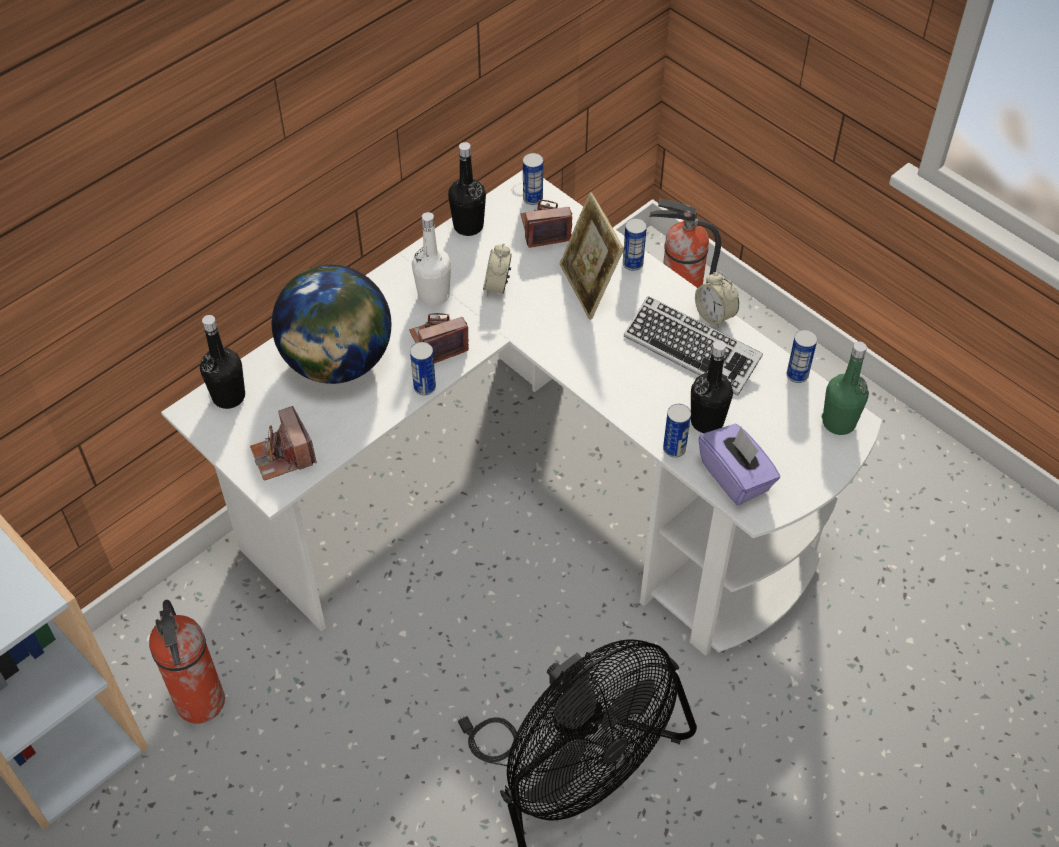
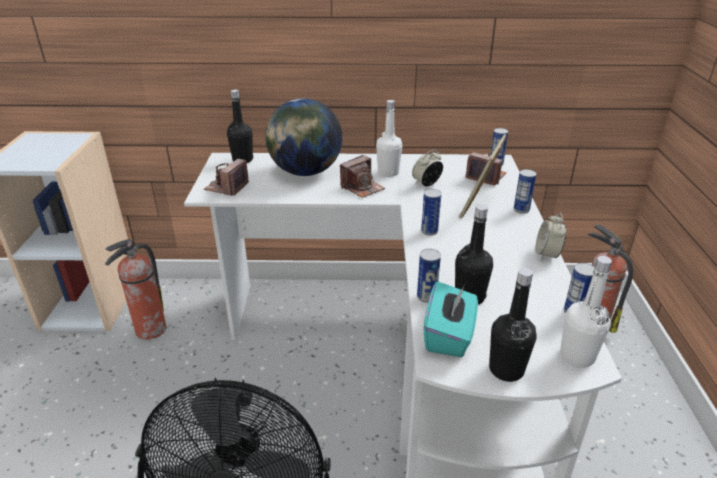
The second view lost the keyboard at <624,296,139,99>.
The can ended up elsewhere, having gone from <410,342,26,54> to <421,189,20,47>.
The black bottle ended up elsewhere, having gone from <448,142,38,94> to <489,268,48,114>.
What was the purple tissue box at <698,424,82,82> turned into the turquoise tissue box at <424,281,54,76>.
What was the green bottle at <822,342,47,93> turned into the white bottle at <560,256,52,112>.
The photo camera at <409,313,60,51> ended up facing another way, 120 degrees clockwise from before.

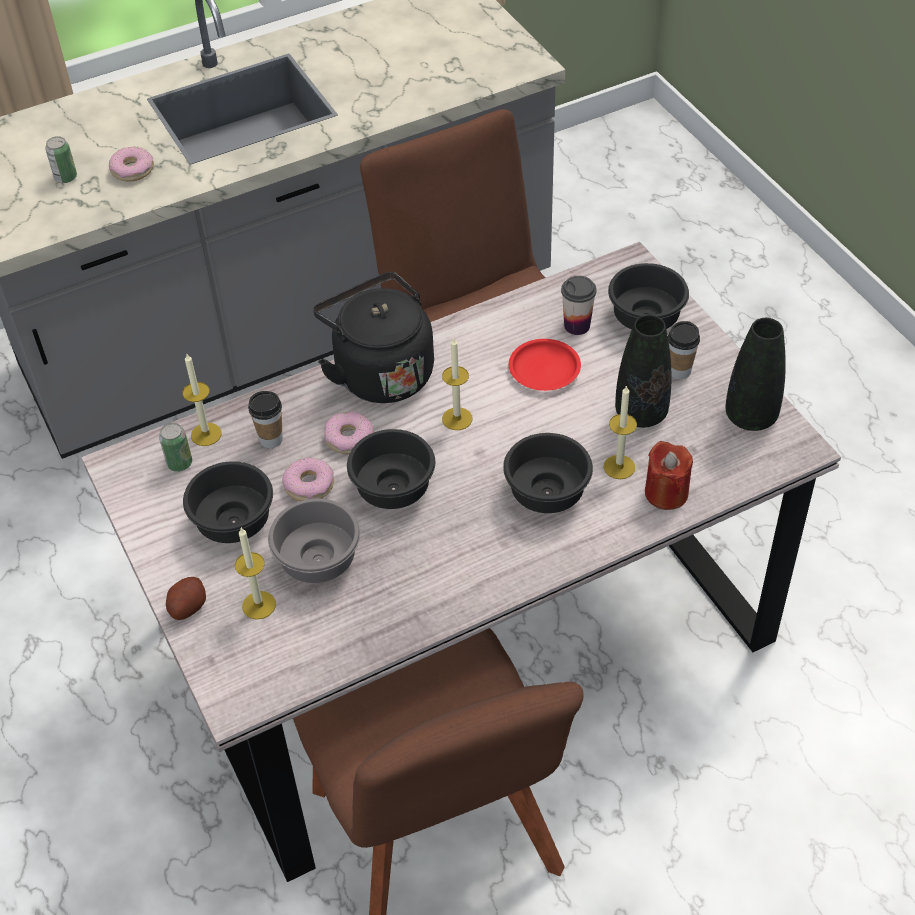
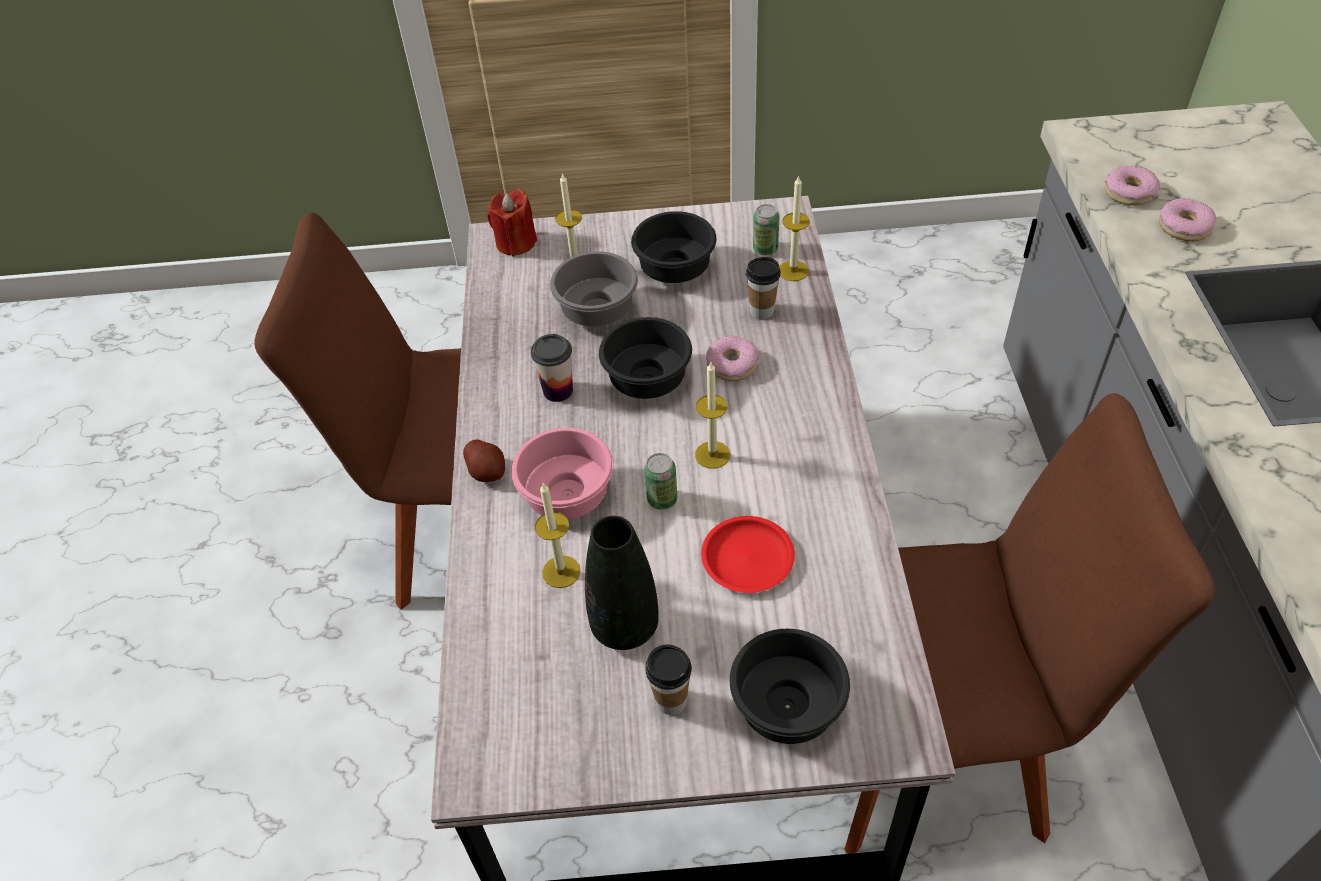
The second view lost the black kettle at <313,272,121,131>.
The second view lost the black vase at <725,318,61,113>.
The can ended up elsewhere, having gone from <45,136,32,47> to <644,453,33,57>.
The potato ended up elsewhere, having gone from <166,577,40,43> to <463,439,42,43>.
The donut ended up elsewhere, having gone from <282,457,52,44> to <1105,166,55,40>.
The cup ended up elsewhere, having gone from <561,276,36,59> to <531,334,42,68>.
The red candle ended up elsewhere, having gone from <645,441,48,69> to <487,189,50,68>.
What was the black bowl at <503,433,90,80> turned into the pink bowl at <511,428,102,91>.

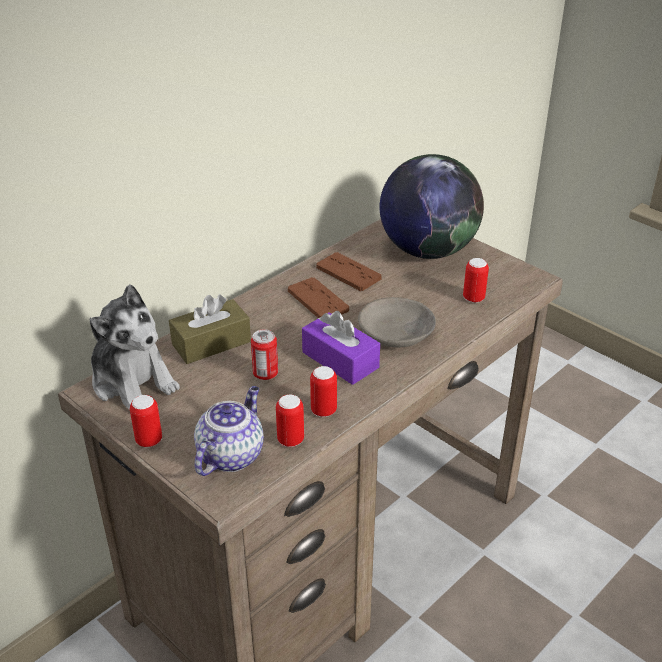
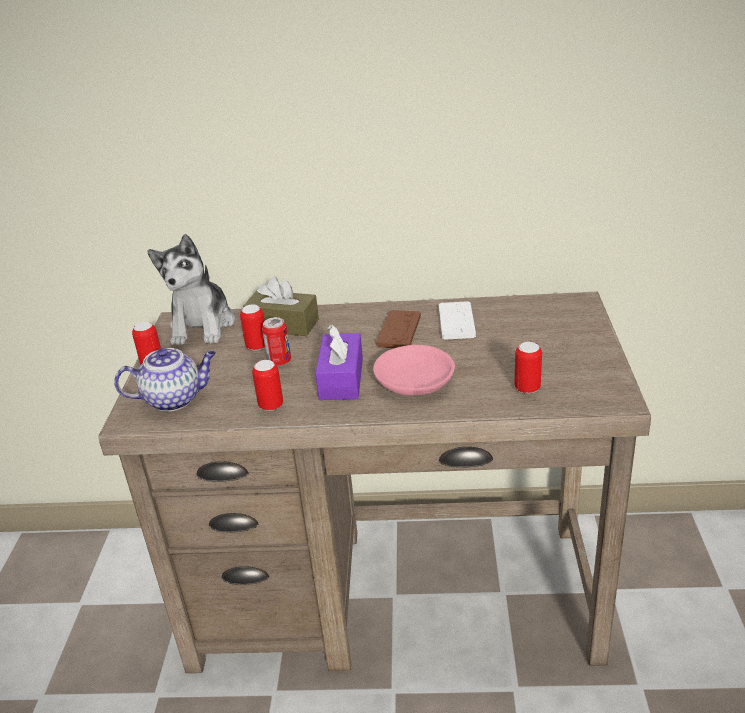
The second view lost the globe at <380,154,104,105>.
The can ended up elsewhere, having gone from <276,394,28,53> to <240,305,25,46>.
What was the brown game controller at <317,252,64,39> turned into the white game controller at <439,301,37,39>.
What was the grey bowl at <358,297,78,50> turned into the pink bowl at <373,345,82,50>.

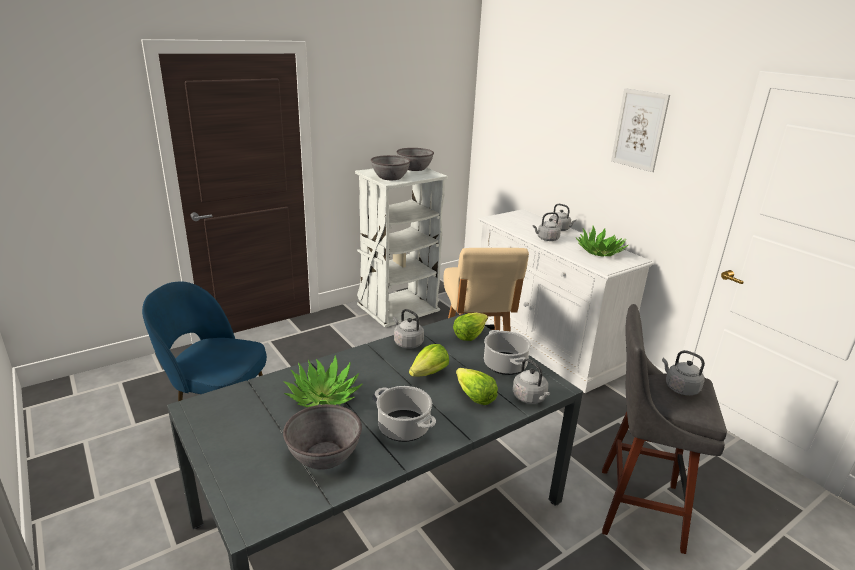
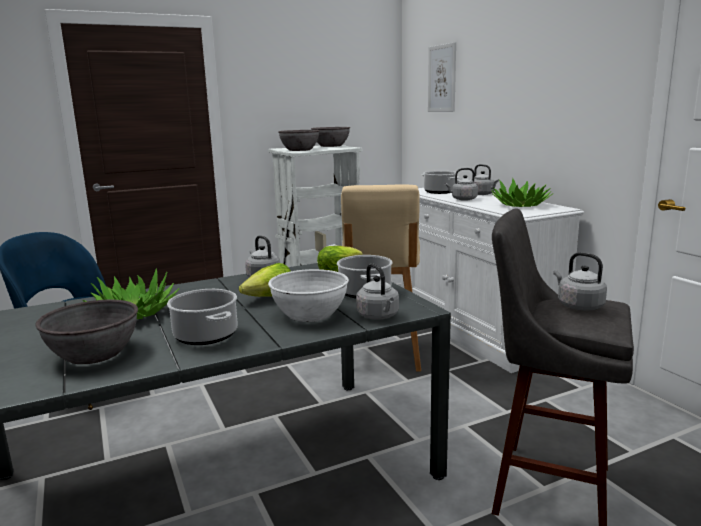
The second view gained the cooking pot at <422,171,38,23>.
The picture ended up elsewhere, having gone from <611,88,59,84> to <428,42,28,70>.
Where the lettuce stood at <456,368,42,37>, the white bowl came to stand at <268,269,81,53>.

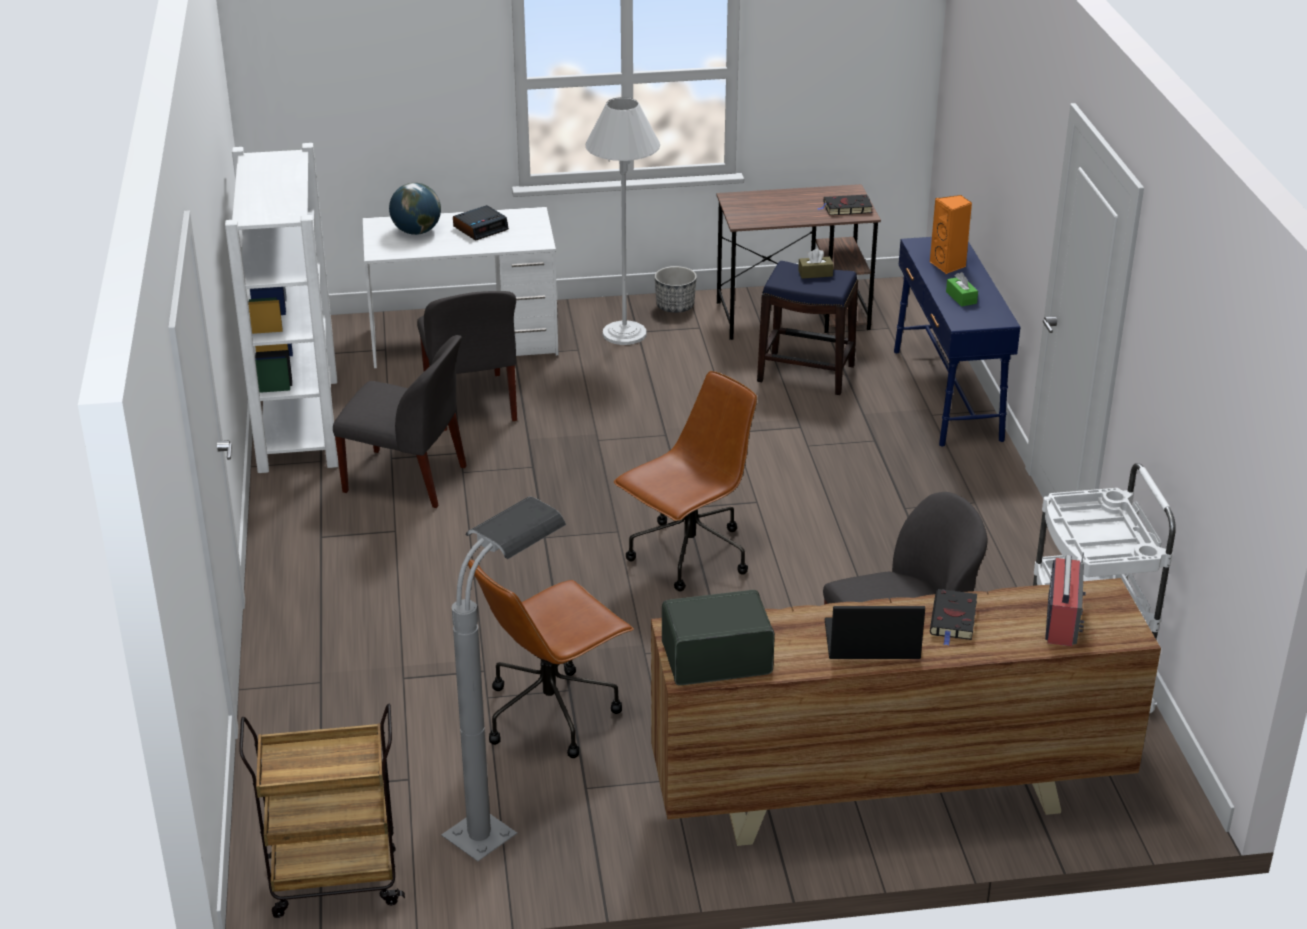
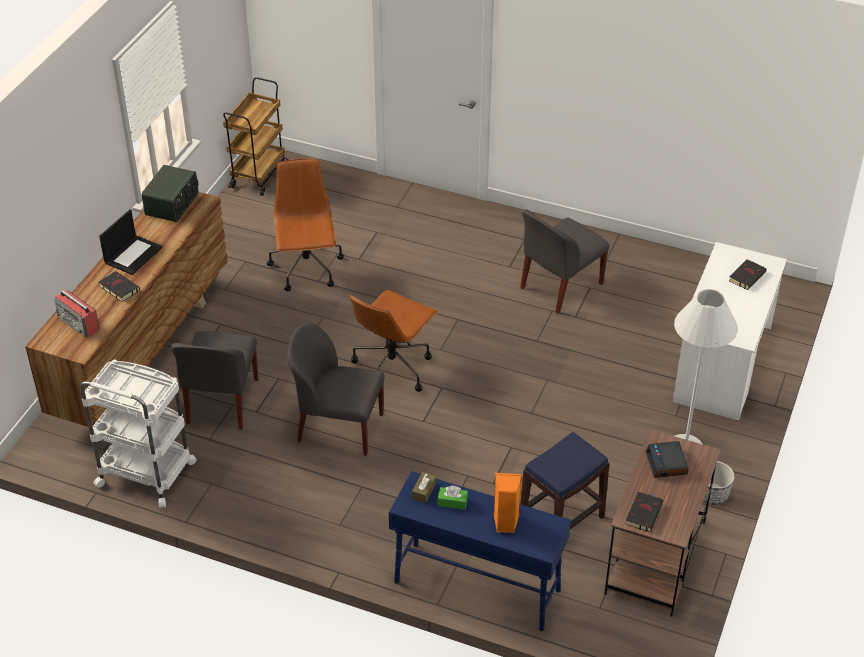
The second view lost the white bookcase at <225,143,113,330>.
The second view lost the grey floor lamp at <441,496,125,365>.
The grey chair ended up elsewhere, having gone from <417,291,100,140> to <287,323,98,133>.
The alarm clock ended up elsewhere, having gone from <453,205,56,36> to <646,441,43,37>.
The brown tissue box ended up elsewhere, having gone from <798,249,36,30> to <412,472,24,31>.
Where the globe stood at <389,183,52,52>, the black book came to stand at <729,259,38,31>.
The brown office chair at <614,371,143,220> ended up facing another way, 45 degrees clockwise from before.

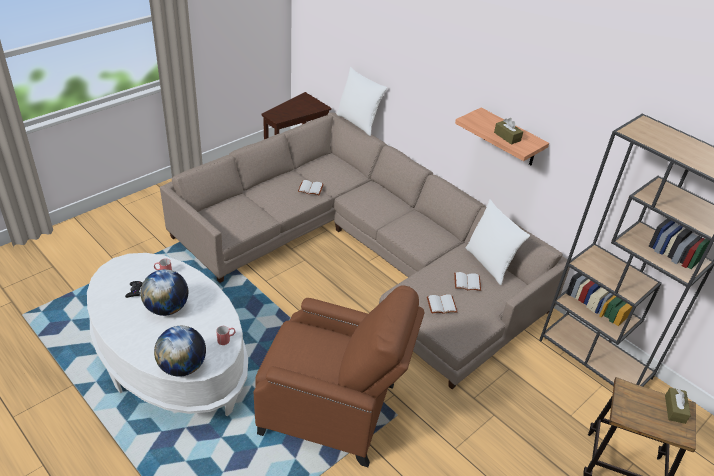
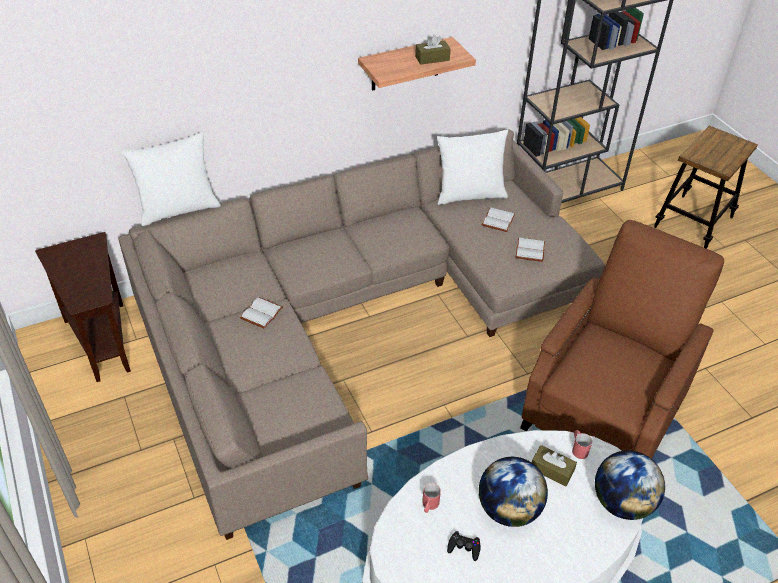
The brown tissue box ended up elsewhere, having gone from <665,388,26,36> to <532,445,45,41>.

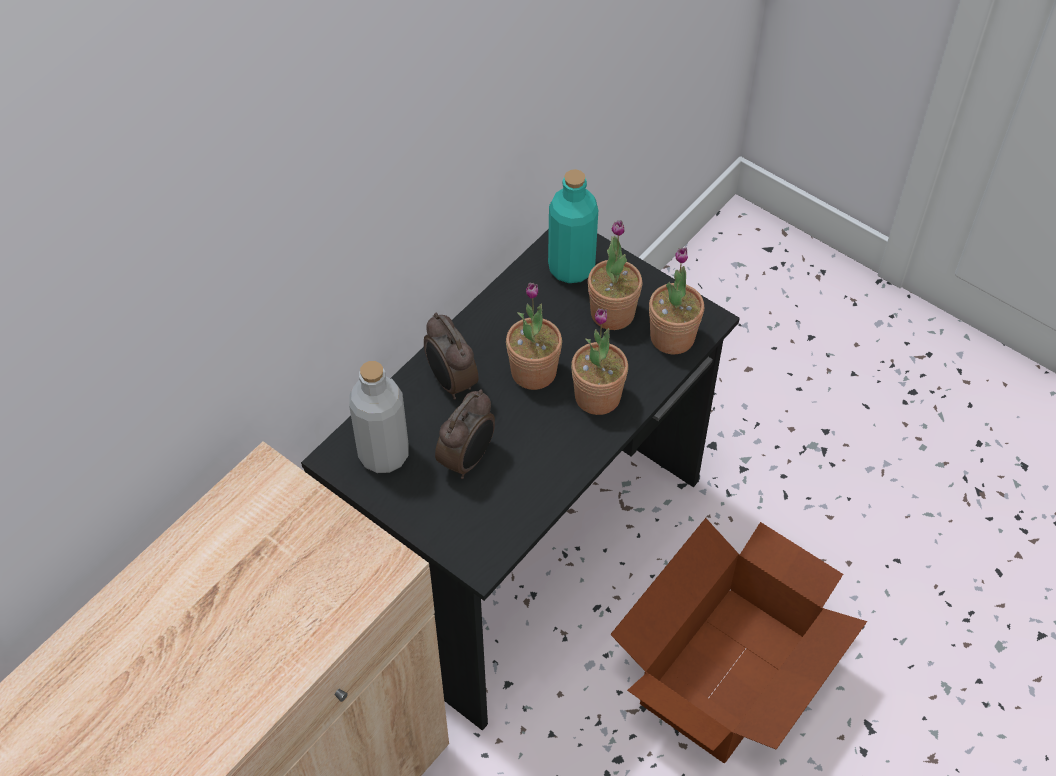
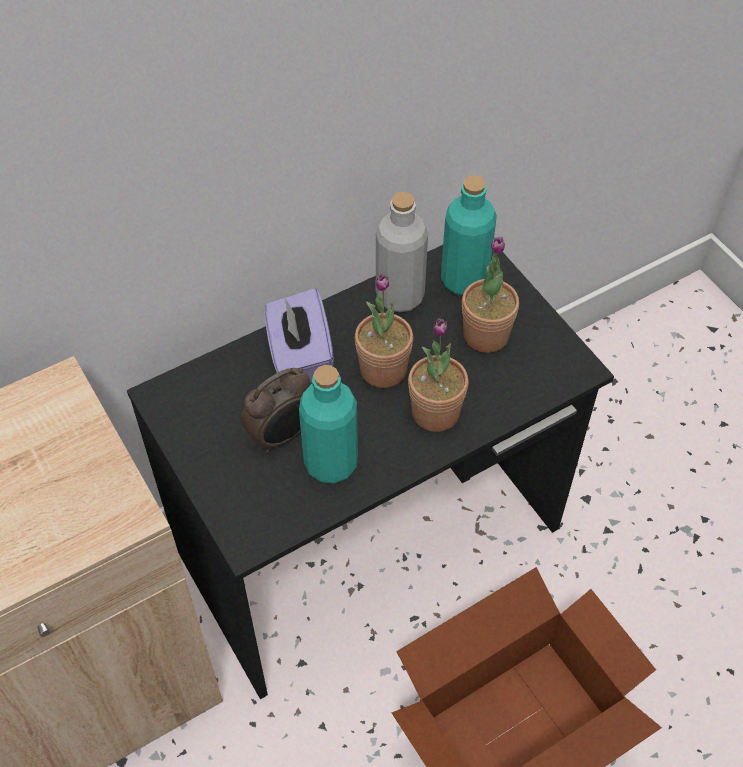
The second view lost the potted plant at <649,247,55,107>.
The second view gained the turquoise bottle at <299,365,59,119>.
The grey bottle ended up elsewhere, having gone from <349,361,60,112> to <376,192,52,120>.
Where the alarm clock stood at <424,313,54,87>, the purple tissue box came to stand at <265,288,69,95>.

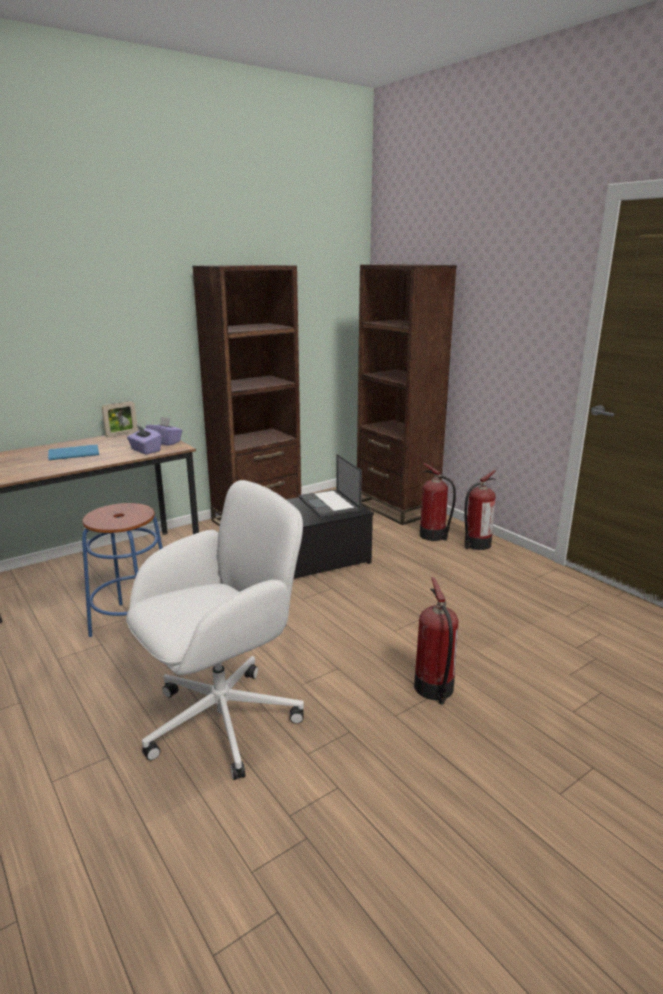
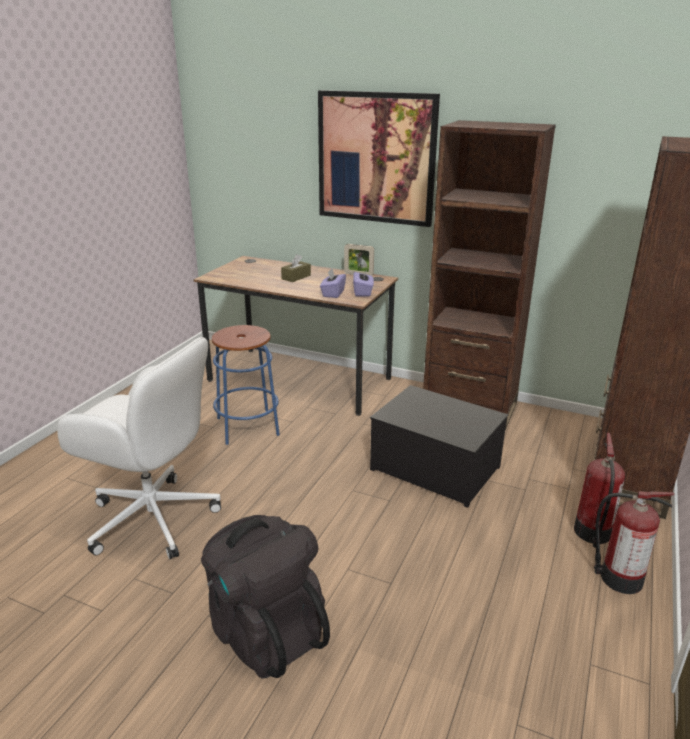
The second view lost the laptop at <299,454,63,63>.
The second view gained the picture at <318,90,122,137>.
Where the blue book stood at <48,444,51,16>, the brown tissue box came to stand at <281,254,30,28>.
Where the fire extinguisher stood at <414,577,45,127>, the black backpack came to stand at <201,515,129,164>.

